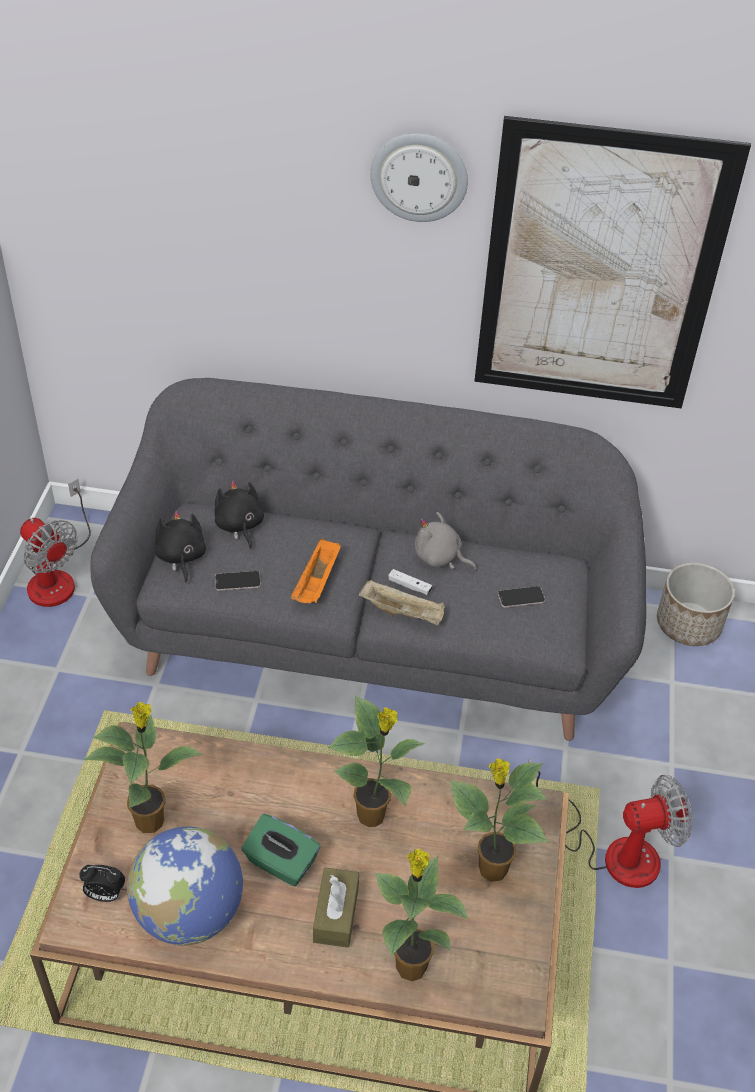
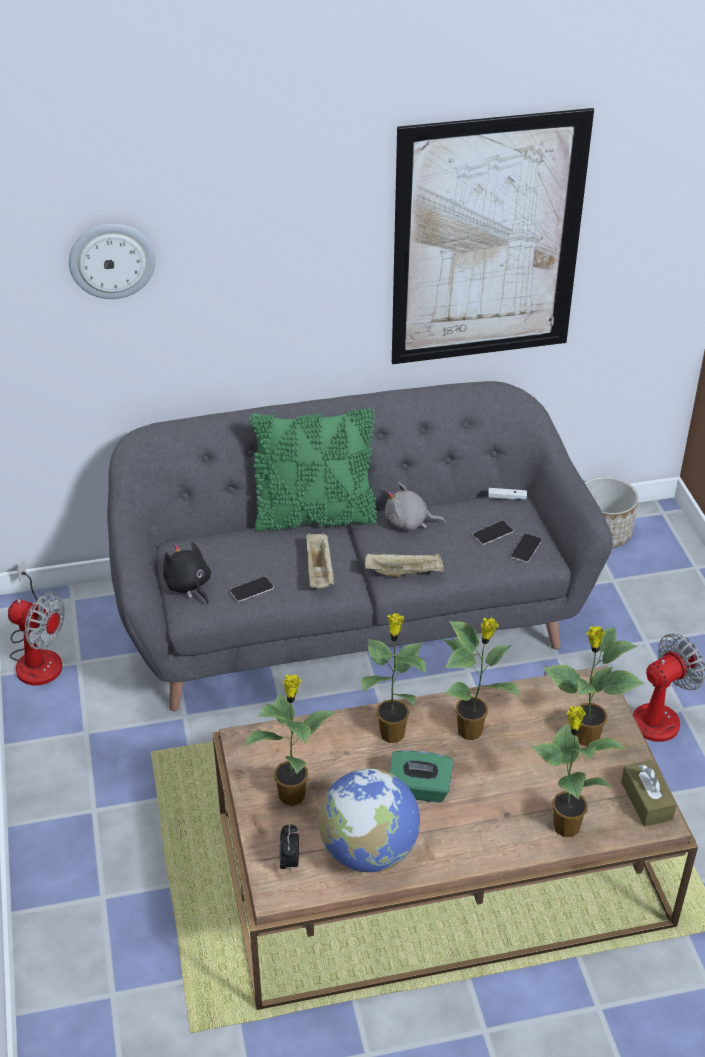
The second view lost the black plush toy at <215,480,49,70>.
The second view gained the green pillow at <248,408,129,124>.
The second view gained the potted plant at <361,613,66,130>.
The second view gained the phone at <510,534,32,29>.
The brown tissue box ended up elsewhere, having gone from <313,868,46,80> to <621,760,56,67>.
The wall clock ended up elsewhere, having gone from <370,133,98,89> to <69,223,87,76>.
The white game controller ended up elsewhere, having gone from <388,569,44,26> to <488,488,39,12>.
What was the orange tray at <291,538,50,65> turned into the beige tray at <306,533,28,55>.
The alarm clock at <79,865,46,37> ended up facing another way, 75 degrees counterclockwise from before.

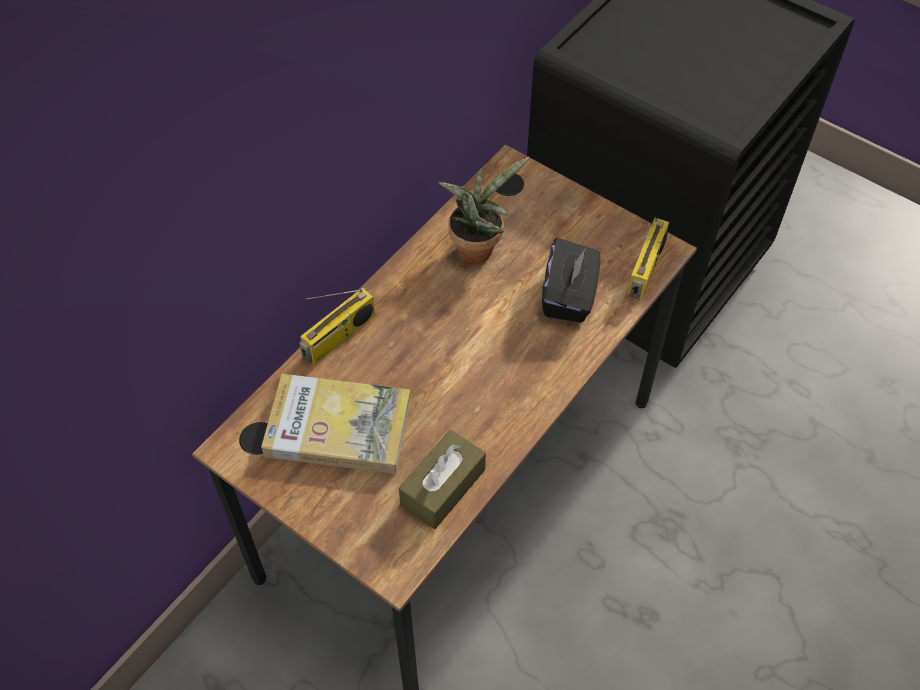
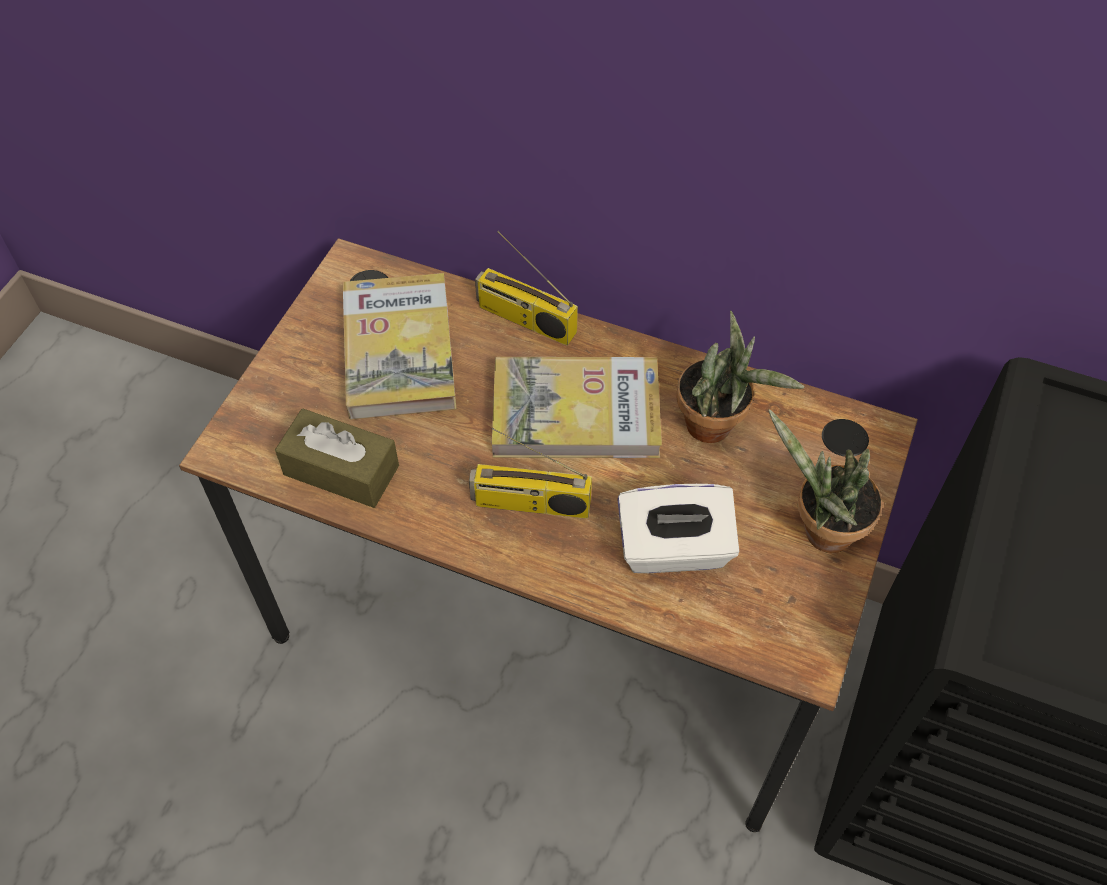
The second view gained the book at <492,357,170,101>.
The second view gained the potted plant at <768,409,114,144>.
The radio ended up elsewhere, having gone from <628,218,41,81> to <469,428,123,91>.
What was the black tissue box at <542,237,59,85> turned into the white tissue box at <617,484,122,89>.

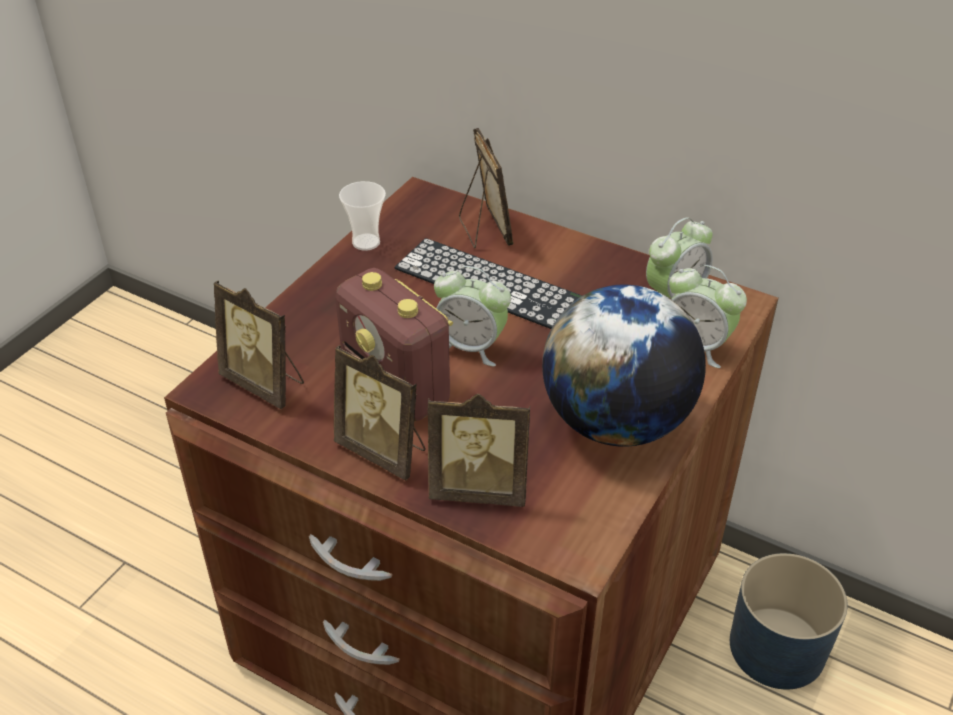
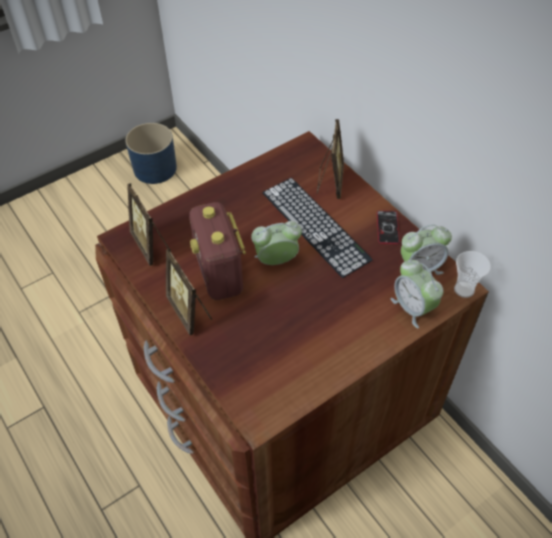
The second view lost the picture frame at <428,394,102,113>.
The second view lost the globe at <542,285,164,162>.
The second view gained the phone at <377,211,23,33>.
The cup ended up elsewhere, having gone from <339,181,47,70> to <454,251,37,47>.
The blue planter ended up elsewhere, having gone from <730,553,118,136> to <125,123,52,61>.
The alarm clock at <434,266,77,100> ended up facing another way, 120 degrees clockwise from before.

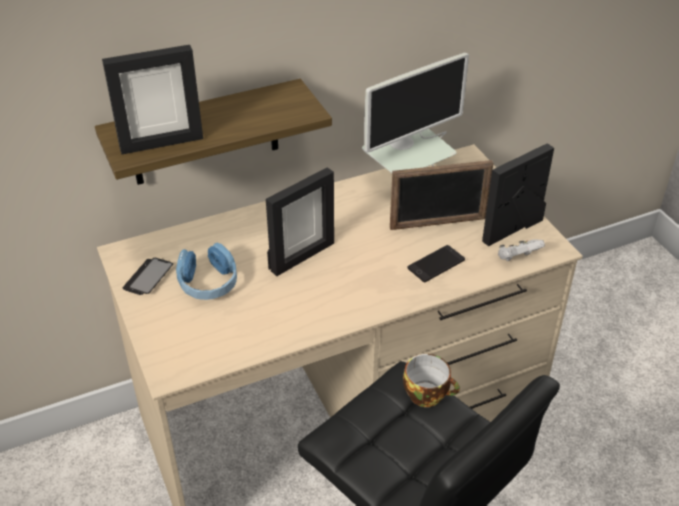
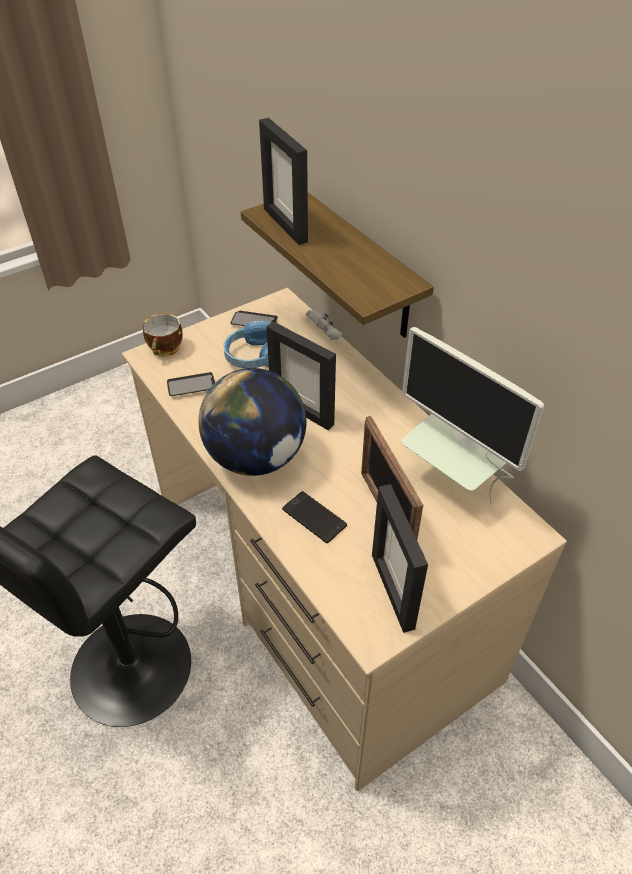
The second view gained the phone at <167,372,48,24>.
The second view gained the globe at <198,368,109,108>.
The cup ended up elsewhere, having gone from <403,354,57,53> to <143,314,40,42>.
The white game controller ended up elsewhere, having gone from <498,239,47,22> to <306,310,36,30>.
The picture frame at <482,143,72,103> ended up facing another way, 150 degrees counterclockwise from before.

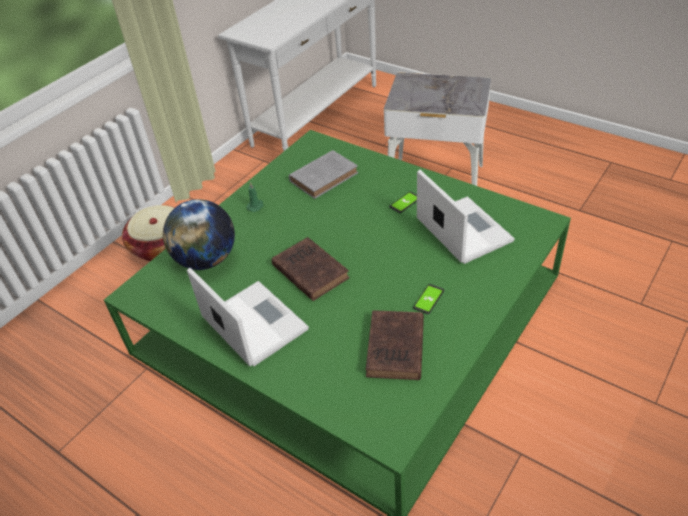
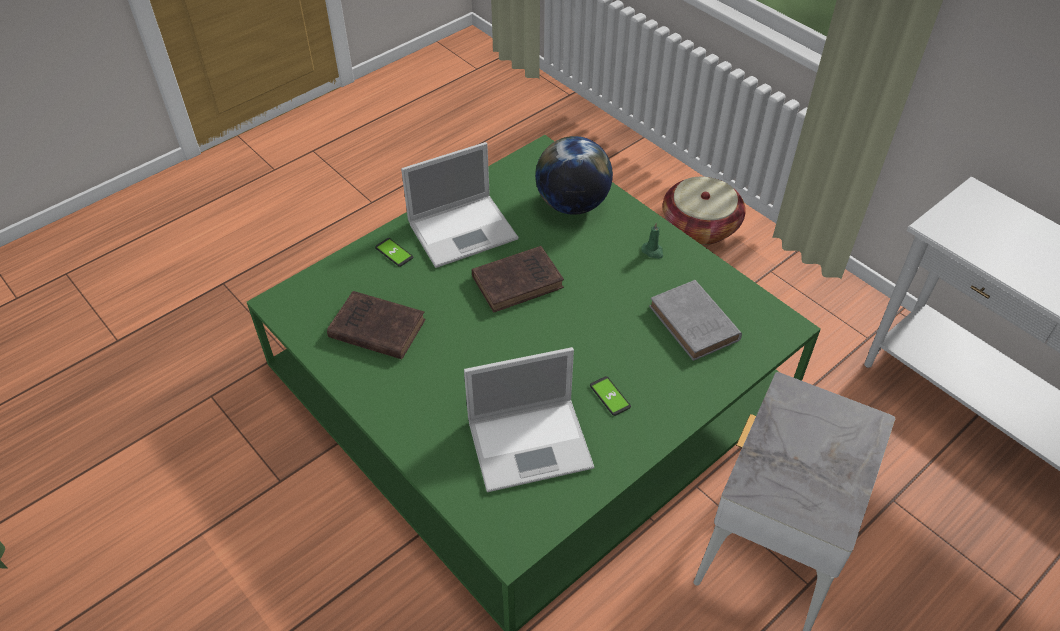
The phone ended up elsewhere, having gone from <413,284,31,30> to <375,238,38,29>.

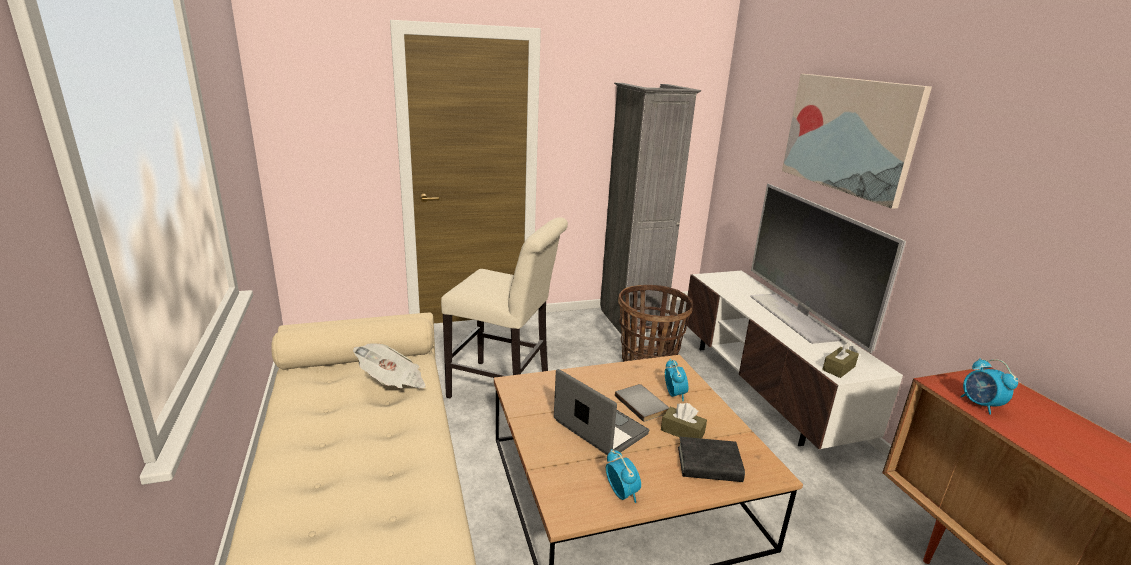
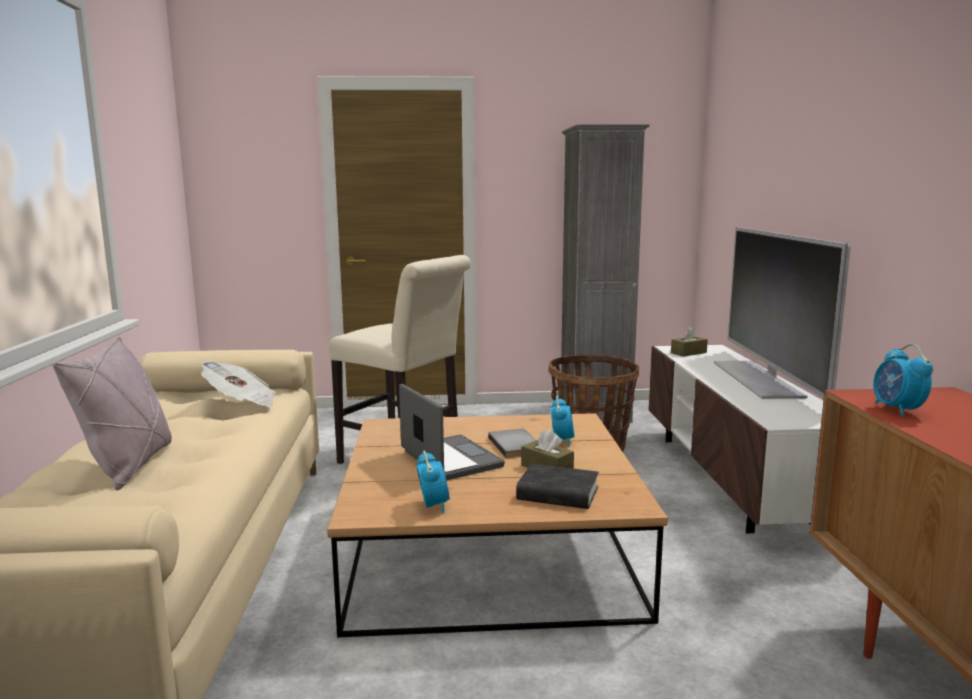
The second view lost the picture at <782,74,150,135>.
The second view gained the purple pillow at <53,337,119,154>.
The brown tissue box ended up elsewhere, having gone from <822,343,37,35> to <671,326,37,31>.

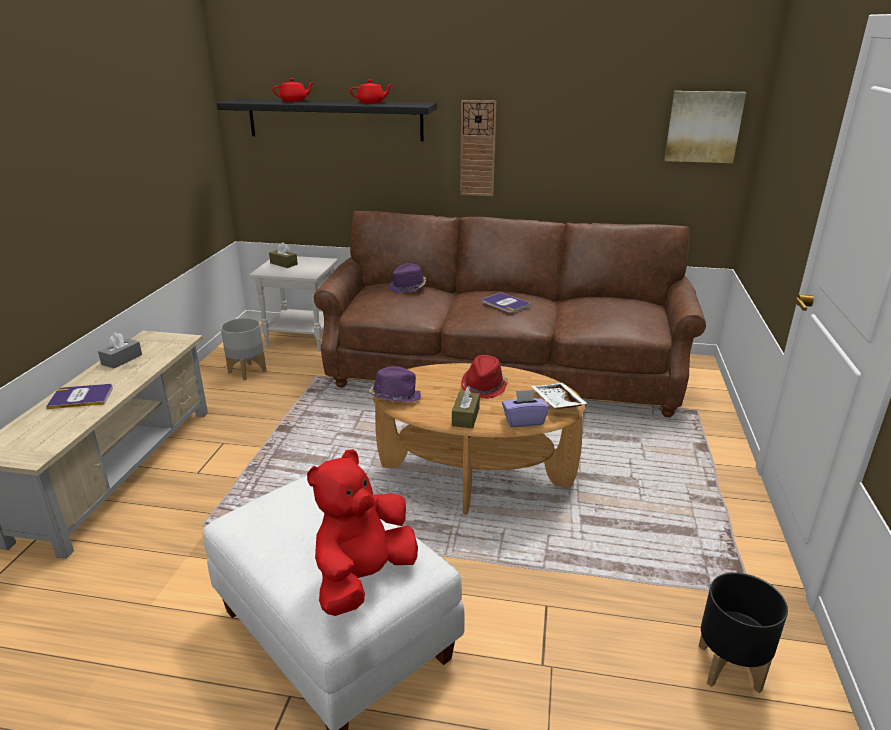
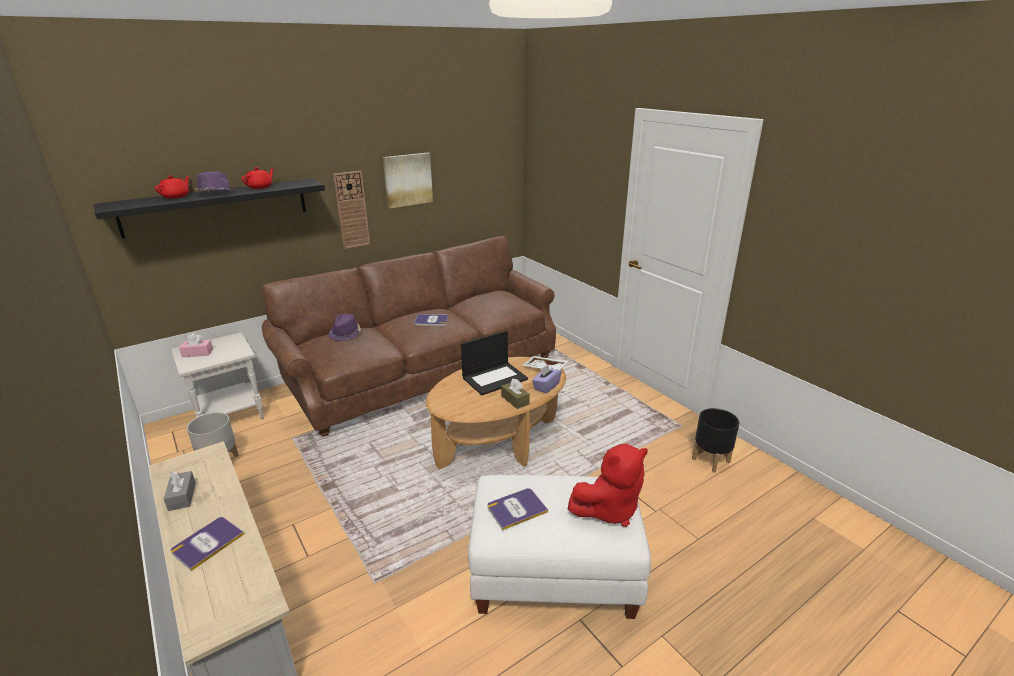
The second view gained the book at <487,488,61,42>.
The purple hat ended up elsewhere, having gone from <368,366,53,36> to <195,172,40,18>.
The picture ended up elsewhere, having gone from <664,91,82,72> to <383,153,50,55>.
Where the red hat stood at <461,355,47,44>, the laptop came to stand at <461,330,67,65>.
What was the brown tissue box at <269,242,29,26> turned into the pink tissue box at <179,333,34,24>.
The red plush toy at <307,449,111,167> ended up facing another way, 105 degrees counterclockwise from before.

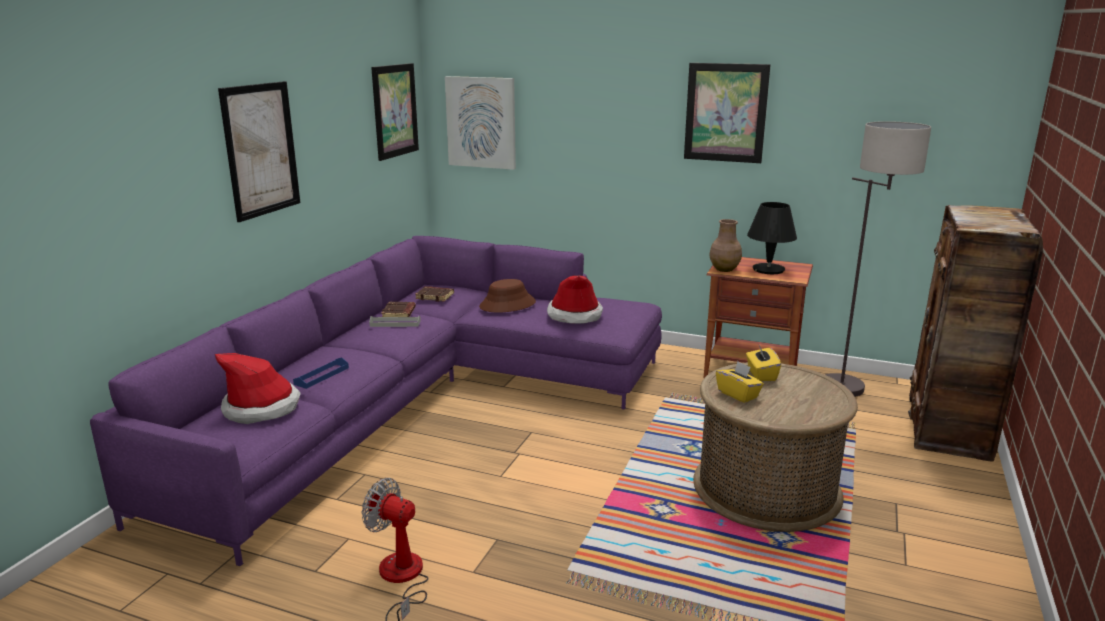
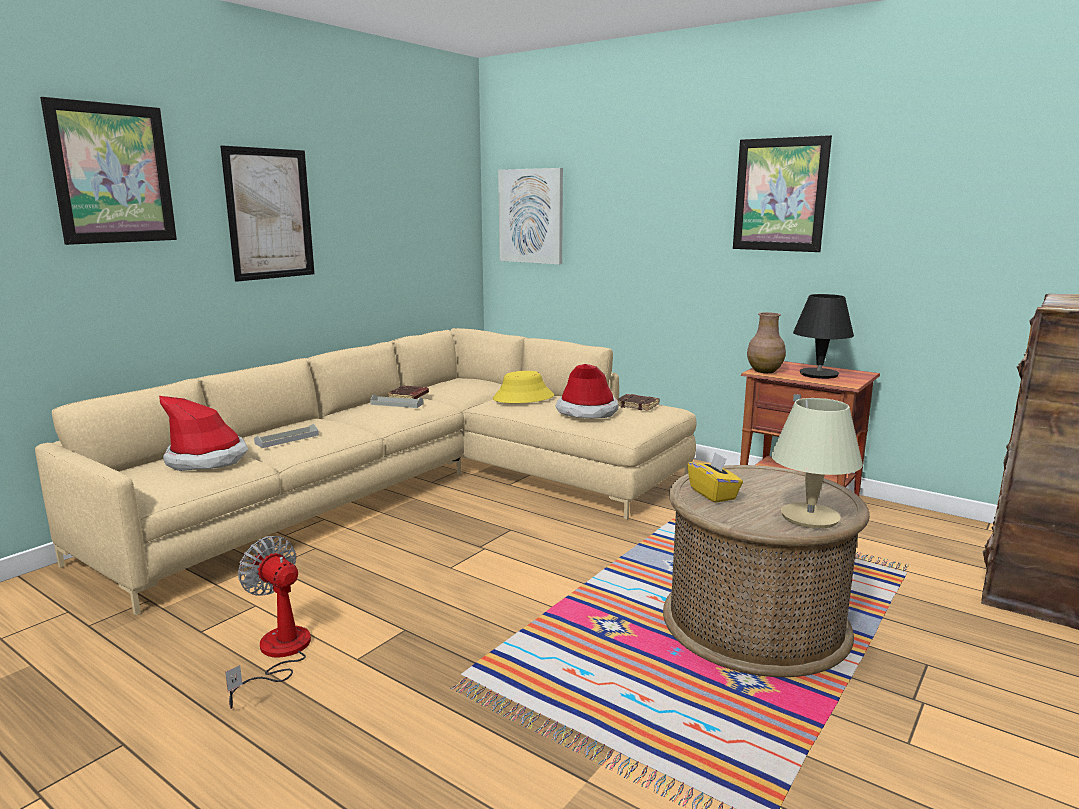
The second view lost the yellow tissue box at <746,345,35,36>.
The second view lost the grey floor lamp at <825,121,106,276>.
The second view gained the beige table lamp at <771,398,92,131>.
The picture ended up elsewhere, having gone from <371,63,48,98> to <40,97,137,148>.
The brown book ended up elsewhere, having gone from <415,286,39,16> to <617,394,42,16>.
What was the purple sofa at <90,236,572,330> turned into the beige sofa at <35,328,661,287>.
What was the blue tray at <293,357,56,32> turned into the grey tray at <254,424,65,24>.
What was the brown hat at <479,279,57,34> turned into the yellow hat at <493,371,61,32>.

